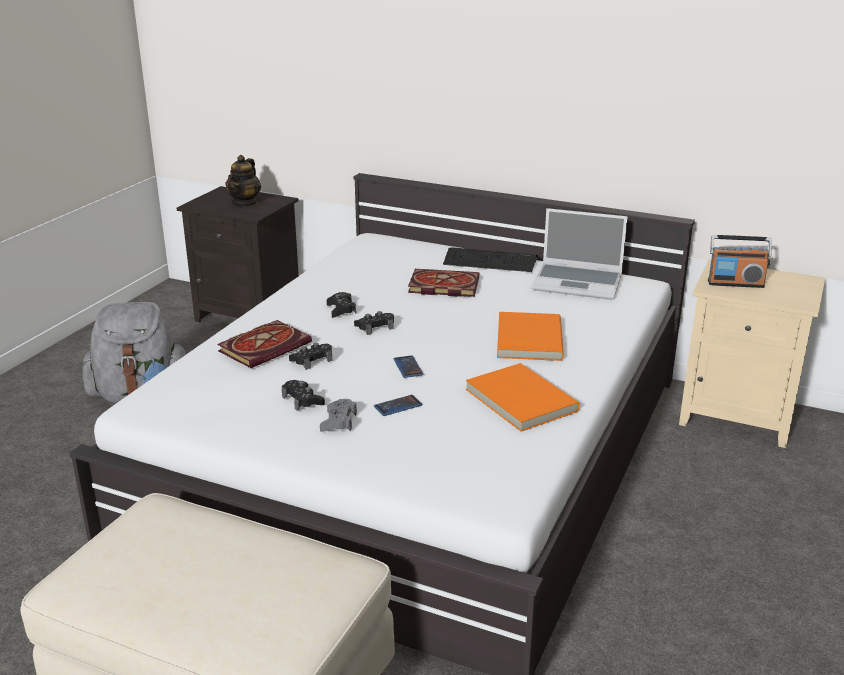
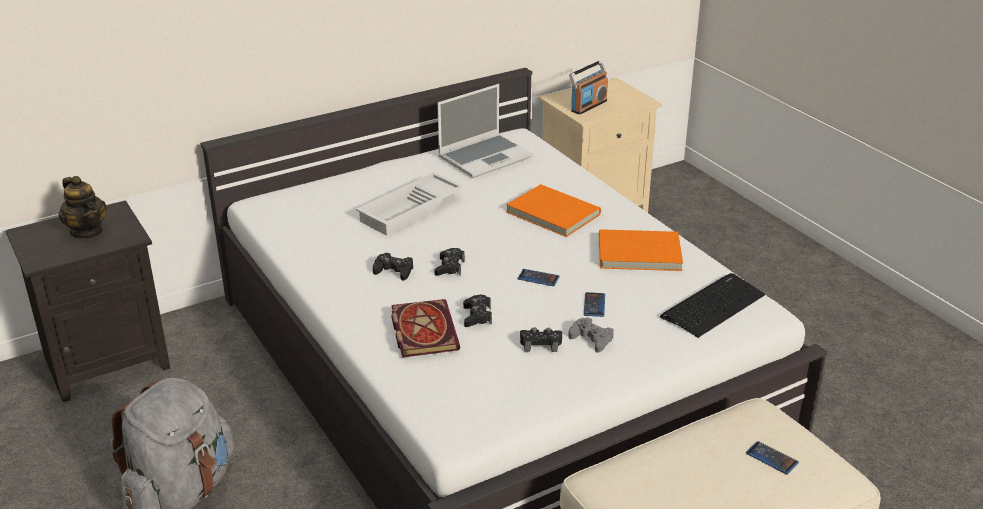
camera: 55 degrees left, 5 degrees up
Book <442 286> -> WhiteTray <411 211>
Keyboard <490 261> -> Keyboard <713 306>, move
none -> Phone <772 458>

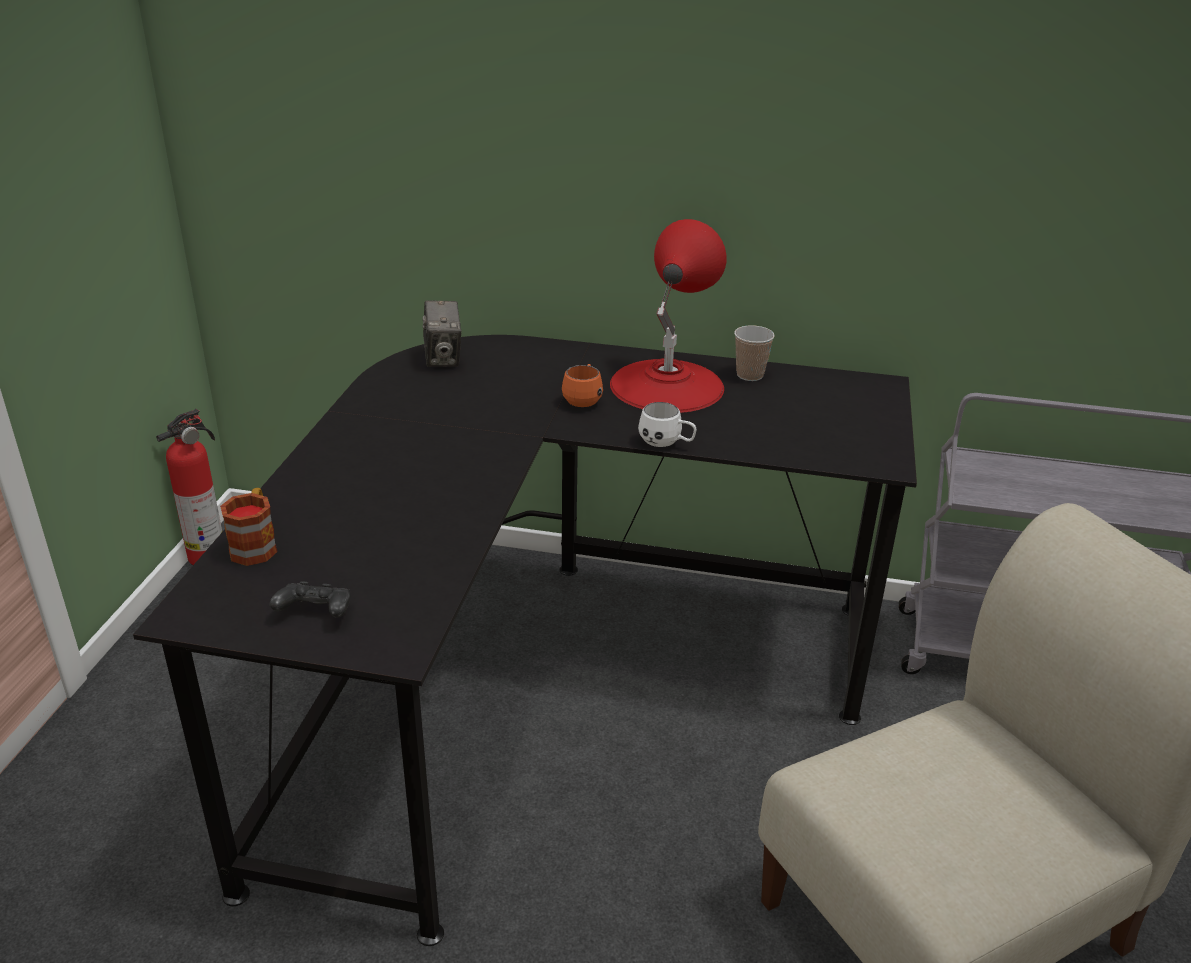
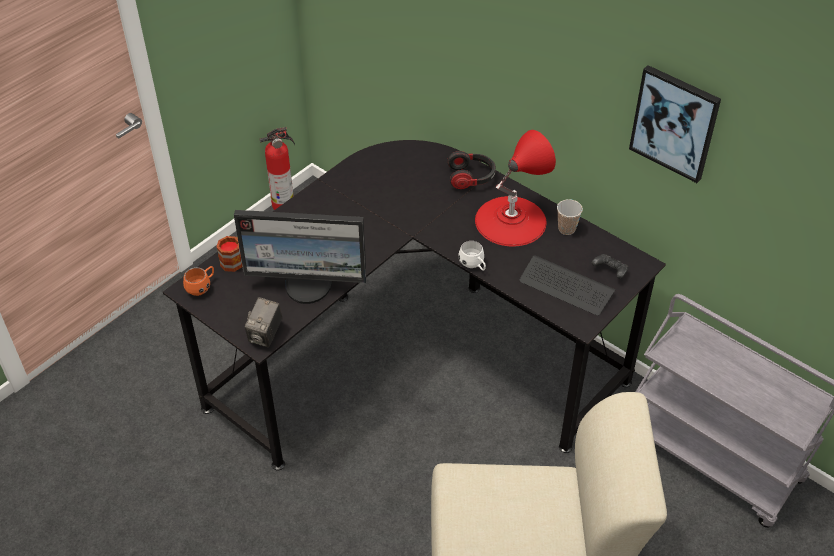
camera: 30 degrees right, 15 degrees up
BlackGameController <315 614> -> BlackGameController <610 271>, move
PhotoCamera <443 359> -> PhotoCamera <266 335>, move
OrangeMug <583 399> -> OrangeMug <202 287>, move
none -> Monitor <309 285>
none -> Headphones <471 178>
none -> Keyboard <566 287>
none -> Picture <675 123>

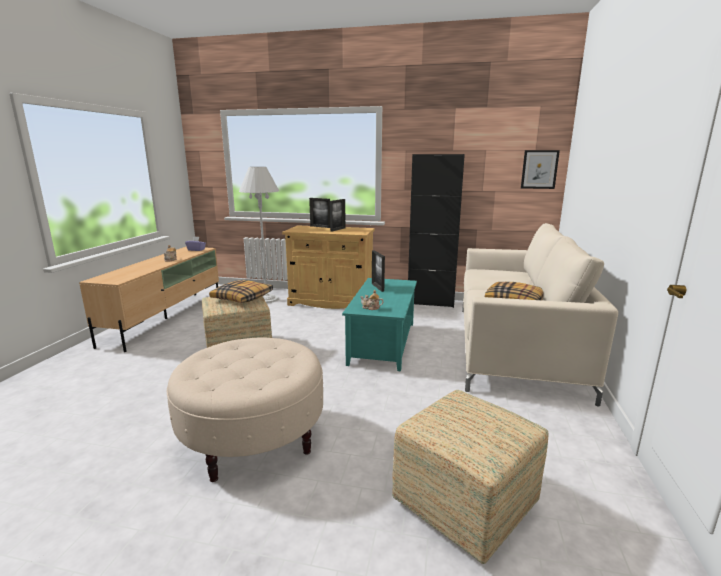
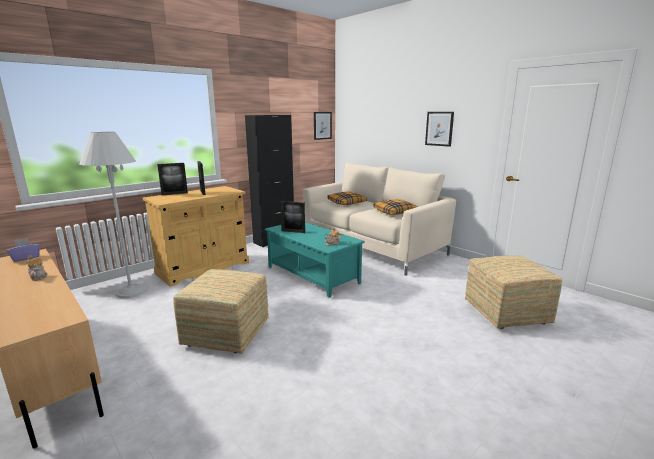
camera: 55 degrees left, 0 degrees up
BeigeOttoman <253 438> -> none
Pillow <242 298> -> Pillow <347 203>, move
none -> Picture <439 128>

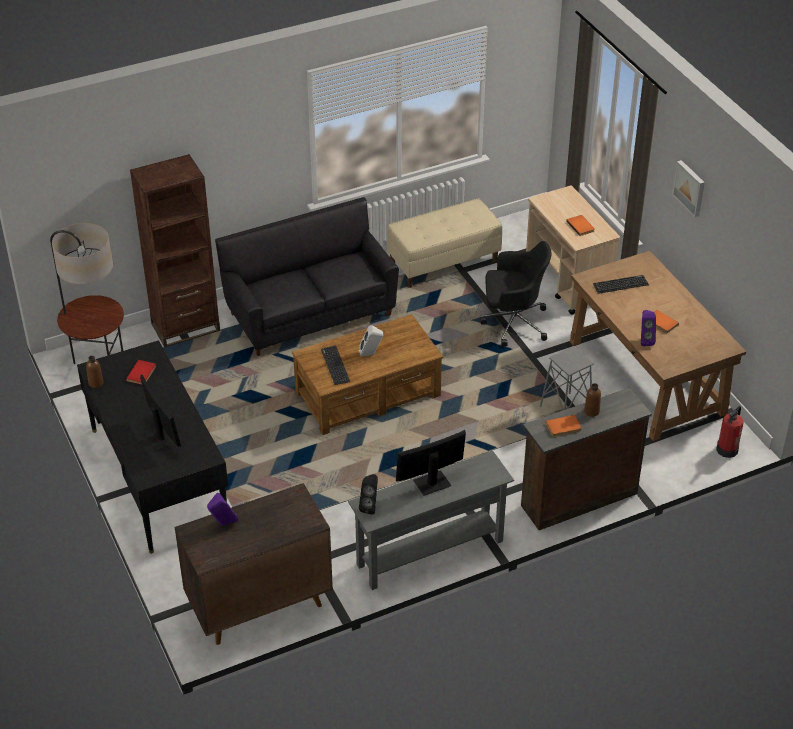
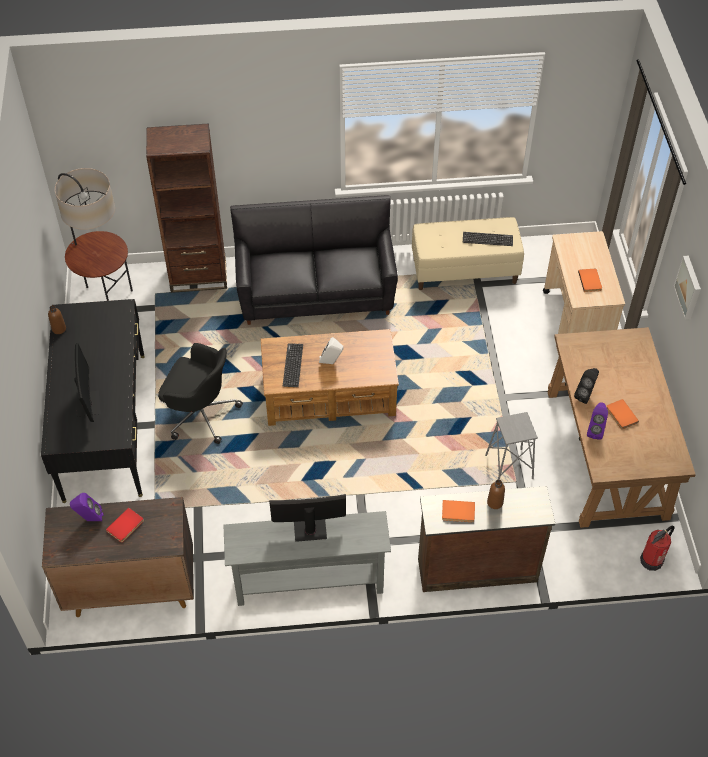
camera: 20 degrees right, 10 degrees up
RedBook <142 373> -> RedBook <126 526>, move
BlackSpeaker <370 506> -> BlackSpeaker <585 395>, move
BlackOfficeChair <513 322> -> BlackOfficeChair <200 413>, move
Keyboard <620 284> -> Keyboard <487 239>, move

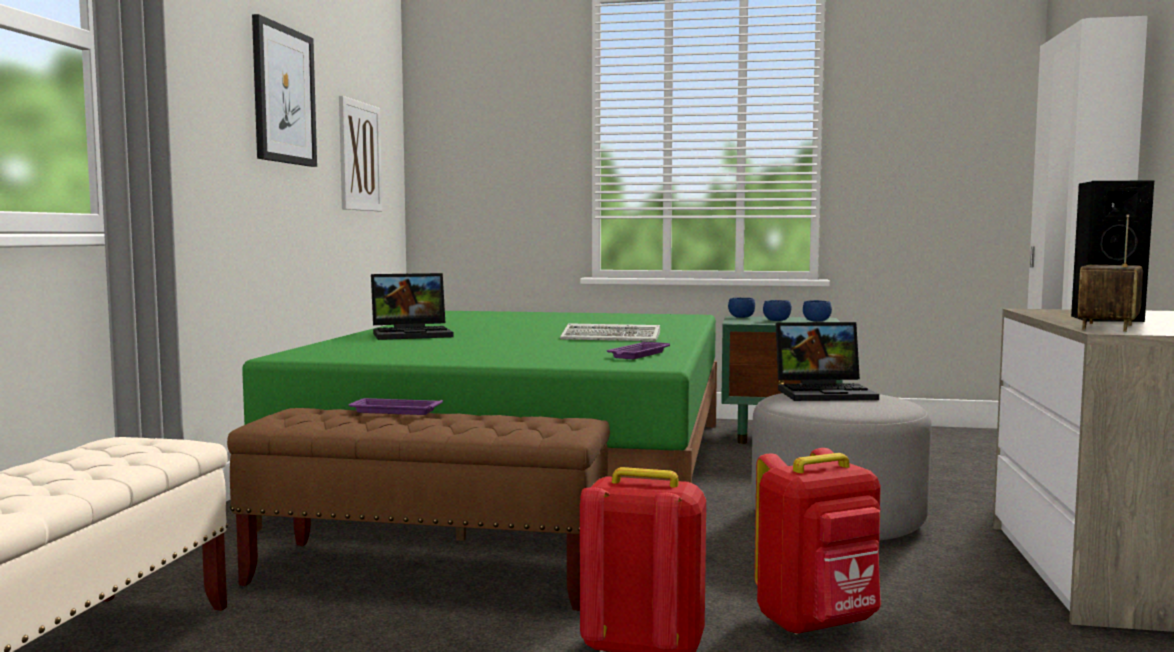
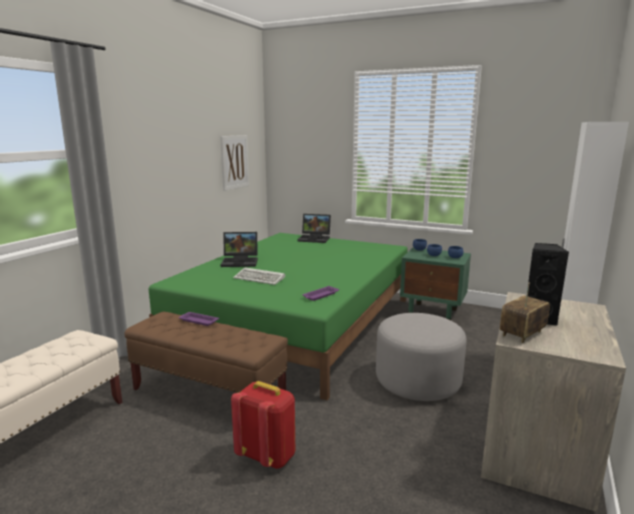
camera: 15 degrees right, 10 degrees up
Picture <283 95> -> none
Keyboard <613 338> -> Keyboard <260 278>, move
RedBackpack <818 623> -> none
Laptop <826 393> -> Laptop <315 239>, move

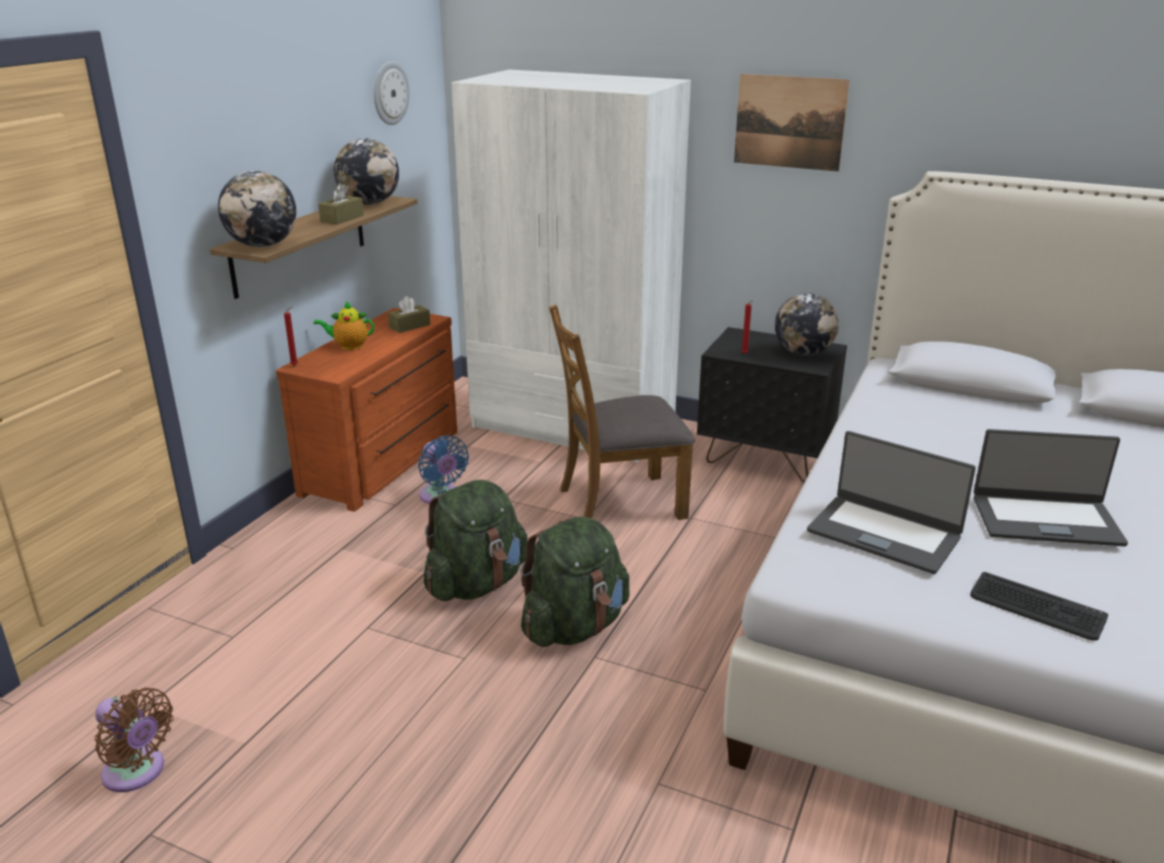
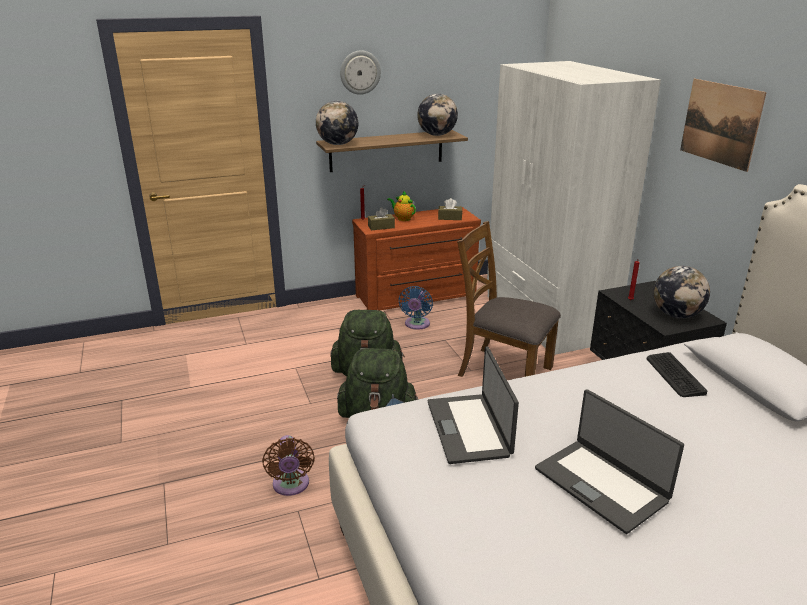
camera: 45 degrees right, 0 degrees up
BrownFan <137 773> -> BrownFan <291 486>, move
BrownTissueBox <342 218> -> BrownTissueBox <381 227>, move
WallClock <389 93> -> WallClock <360 72>, move
Keyboard <1036 608> -> Keyboard <674 375>, move

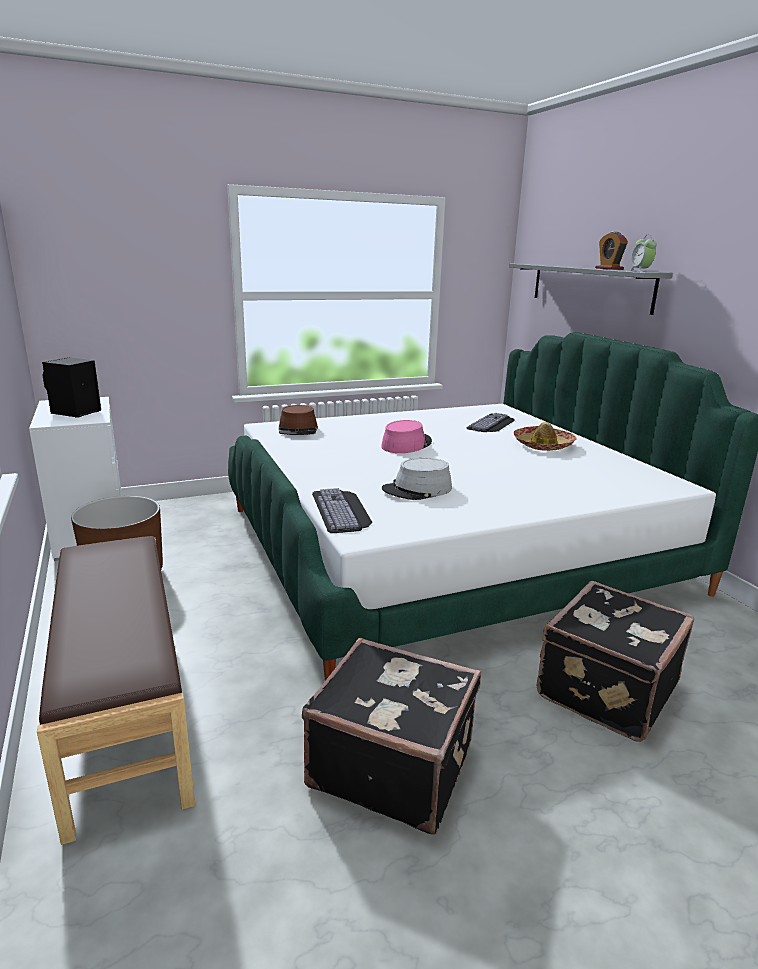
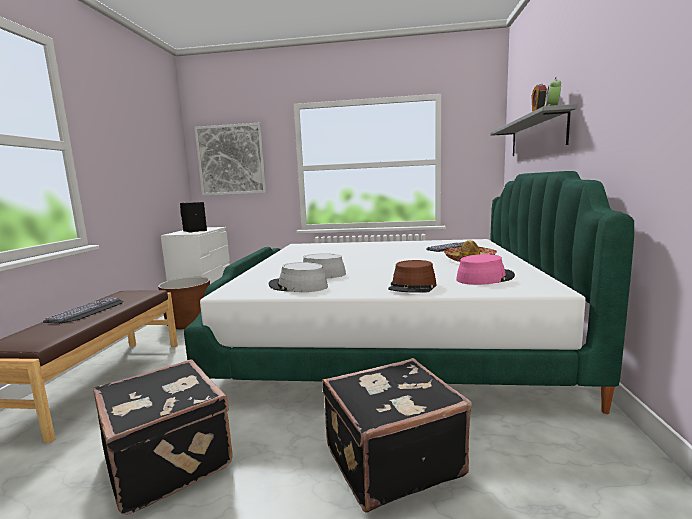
camera: 30 degrees right, 10 degrees down
BrownHat <298 429> -> BrownHat <412 286>, move
Keyboard <342 510> -> Keyboard <89 311>, move
PinkHat <406 444> -> PinkHat <484 278>, move
none -> Picture <231 160>
none -> GreyHat <298 286>

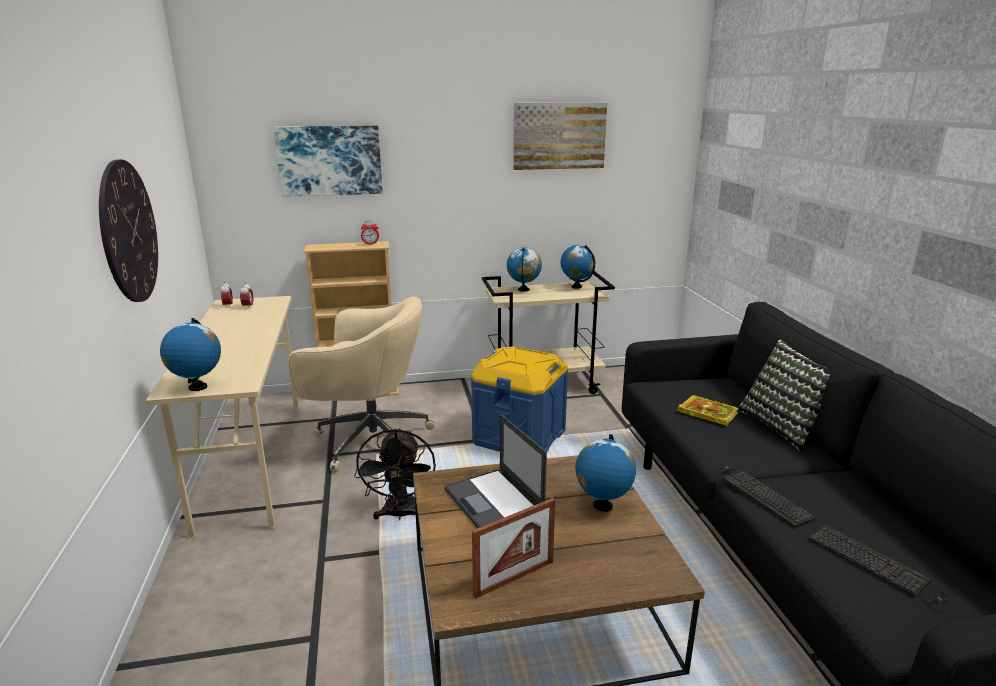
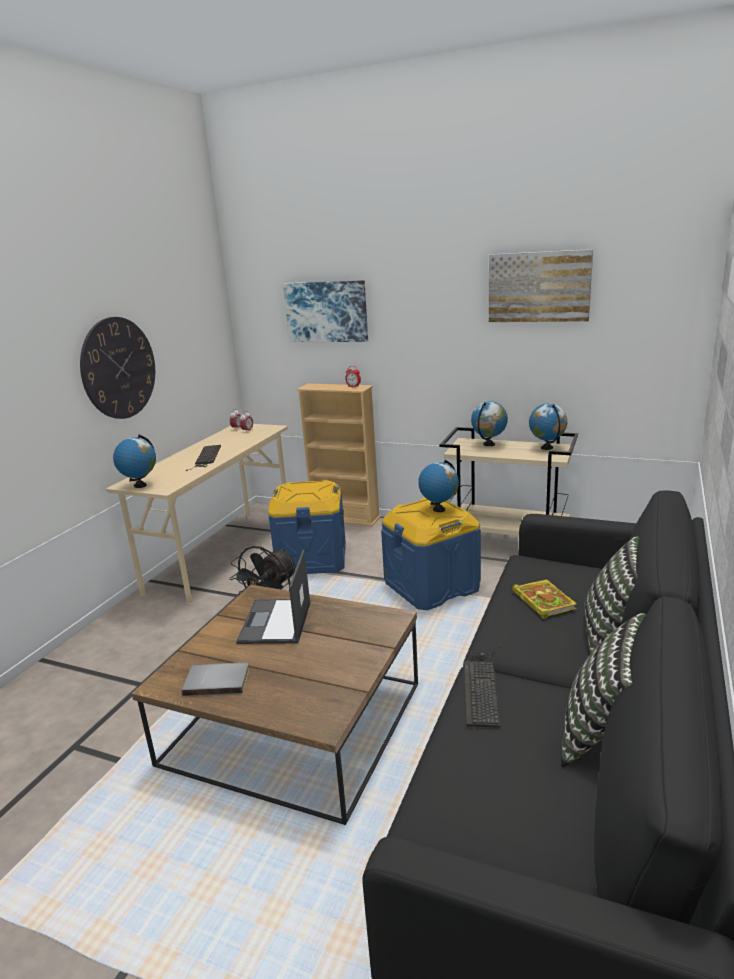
camera: 35 degrees right, 0 degrees up
BeigeOfficeChair <369 440> -> BlueStorageBox <312 559>
PictureFrame <514 578> -> GreyBook <217 680>
Globe <602 506> -> Globe <439 509>, move
Keyboard <879 568> -> Keyboard <206 457>, move
none -> Pillow <602 731>

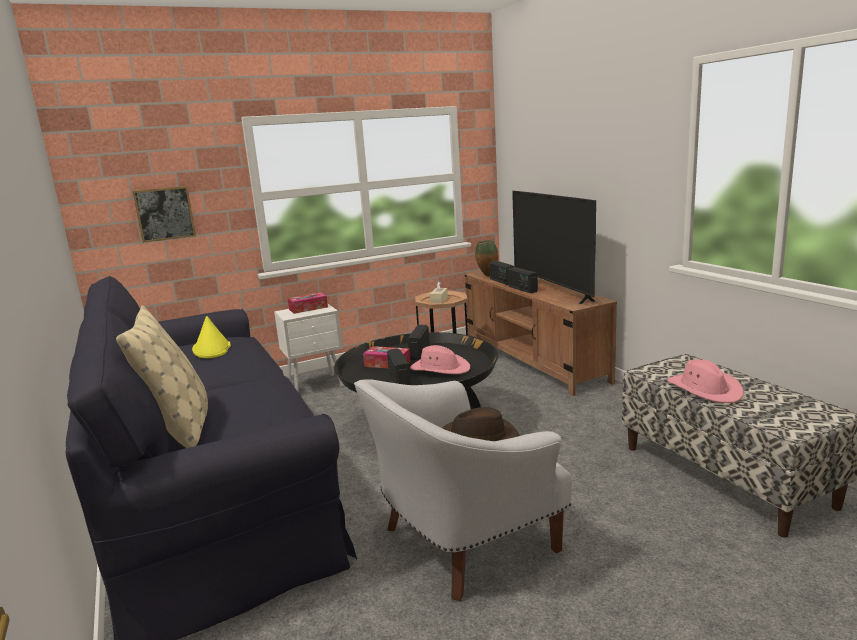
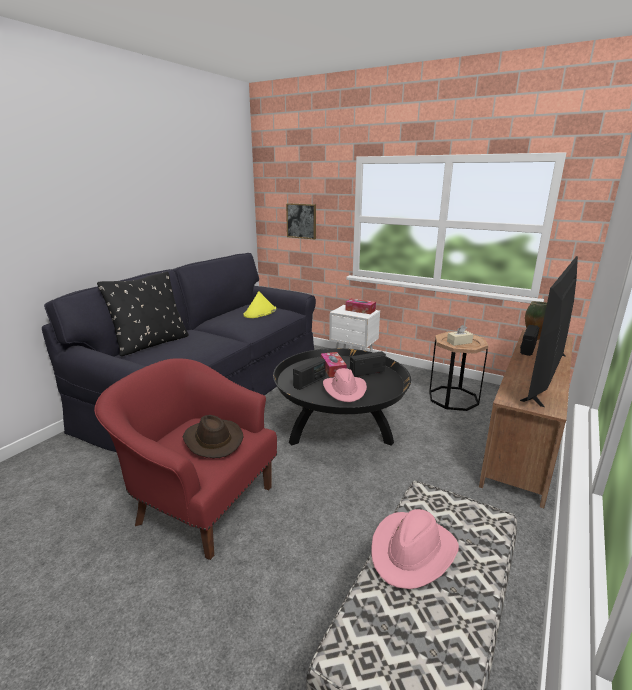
camera: 55 degrees right, 5 degrees up
BeigePillow <180 427> -> BlackPillow <151 344>
WhiteArmchair <462 542> -> RedArmchair <201 503>
Radio <522 289> -> none

